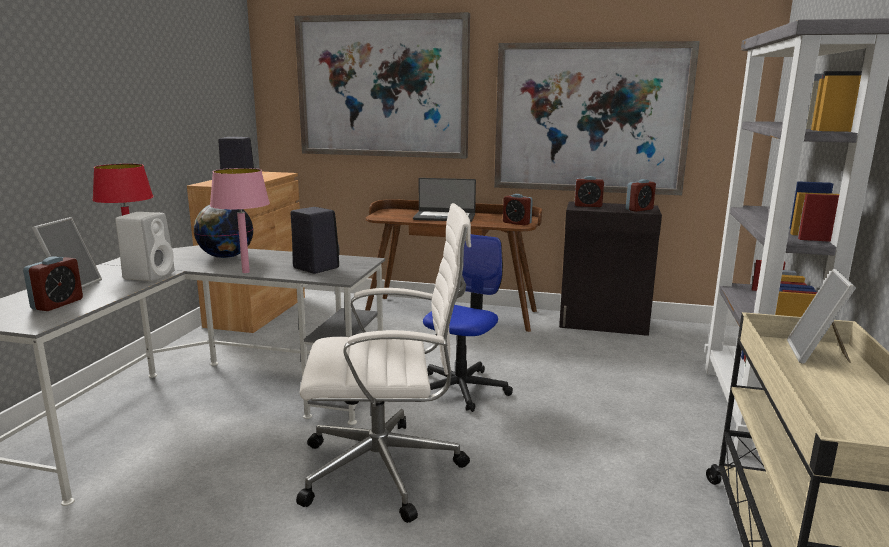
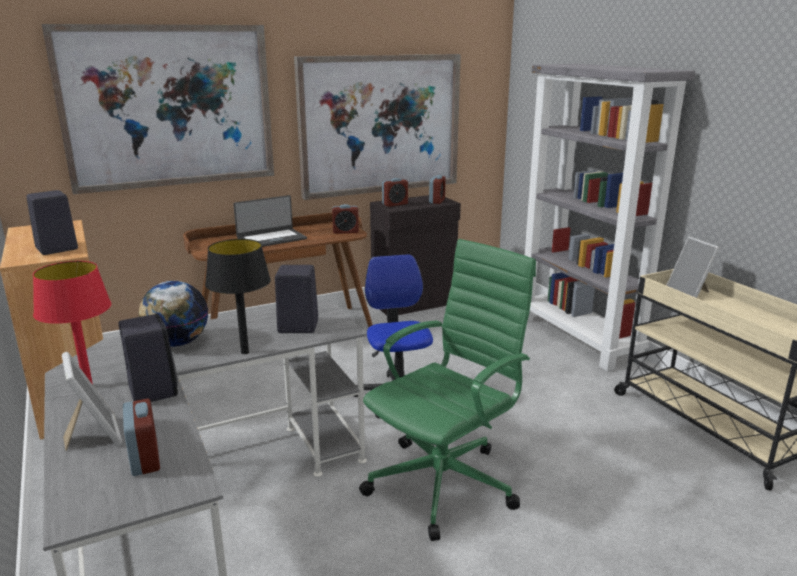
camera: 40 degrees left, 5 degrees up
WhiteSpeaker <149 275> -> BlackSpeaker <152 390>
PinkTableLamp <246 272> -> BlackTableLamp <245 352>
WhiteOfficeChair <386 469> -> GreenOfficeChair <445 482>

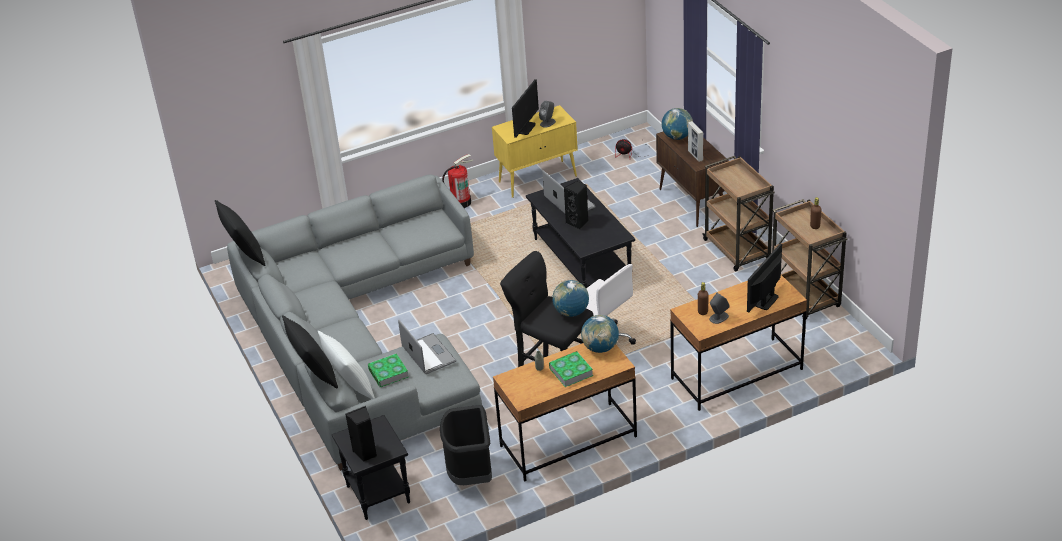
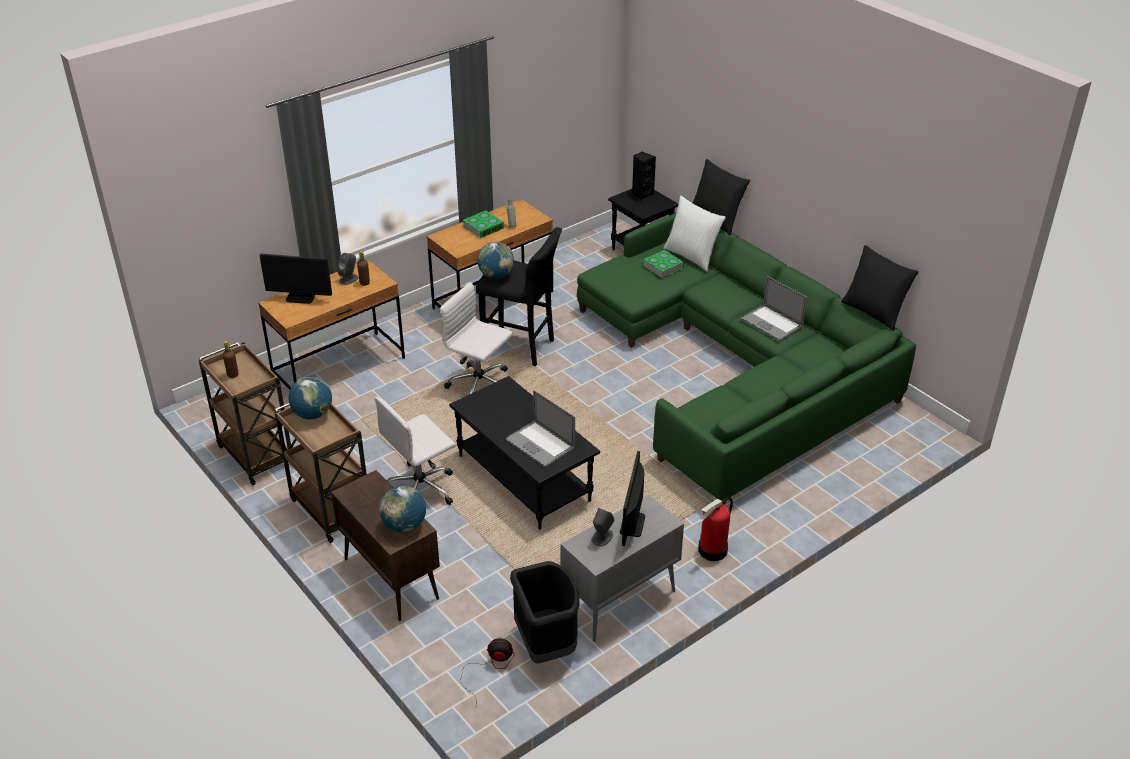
camera: 165 degrees right, 0 degrees up
GreySofa <359 337> -> GreenSofa <736 368>
Laptop <428 354> -> Laptop <771 323>, move
BlackTrashCan <470 475> -> BlackTrashCan <546 644>, move
YellowCabinet <538 179> -> GreyCabinet <619 603>
BlackSpeaker <578 223> -> none
Globe <600 348> -> Globe <313 414>, move
PictureFrame <695 155> -> none
Monitor <765 300> -> Monitor <300 297>, 75 degrees clockwise
none -> WhiteOfficeChair <422 488>

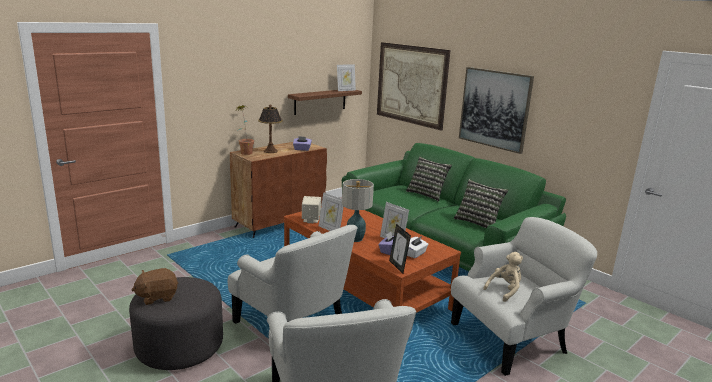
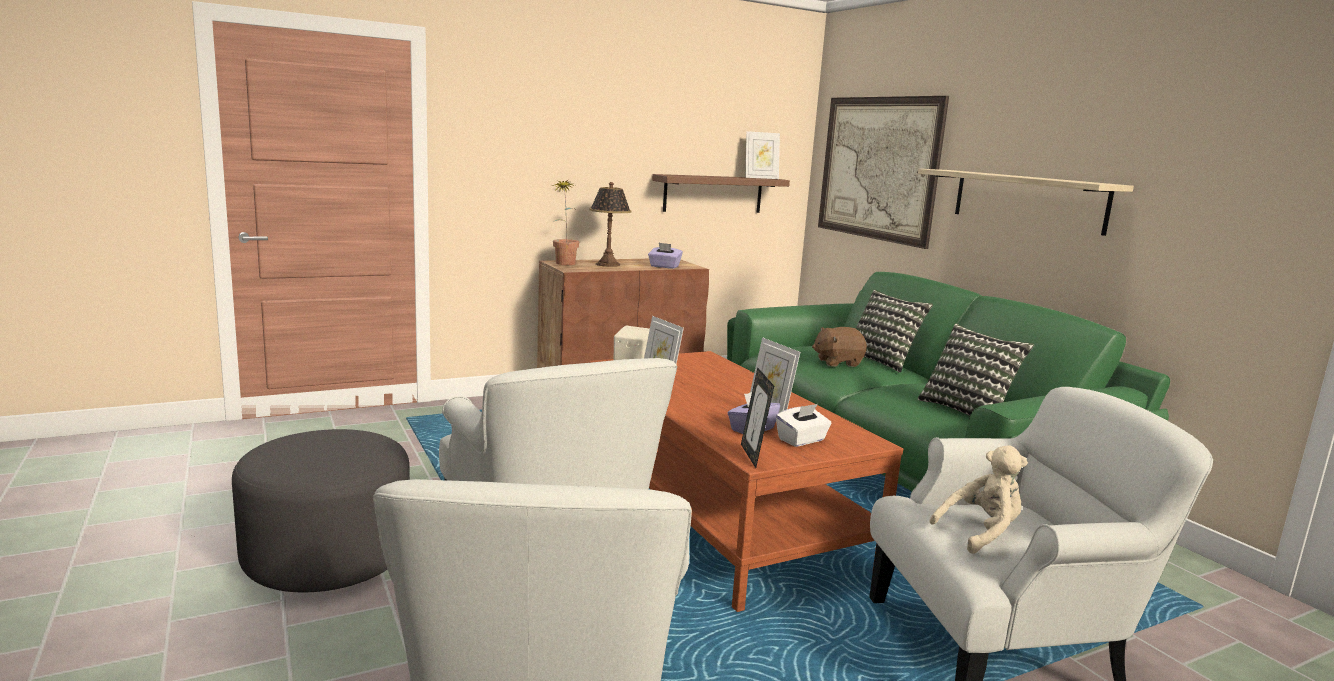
camera: 15 degrees right, 5 degrees down
BrownPlushToy <157 297> -> BrownPlushToy <837 362>, move
TableLamp <355 239> -> none
Picture <494 109> -> Shelf <1027 200>

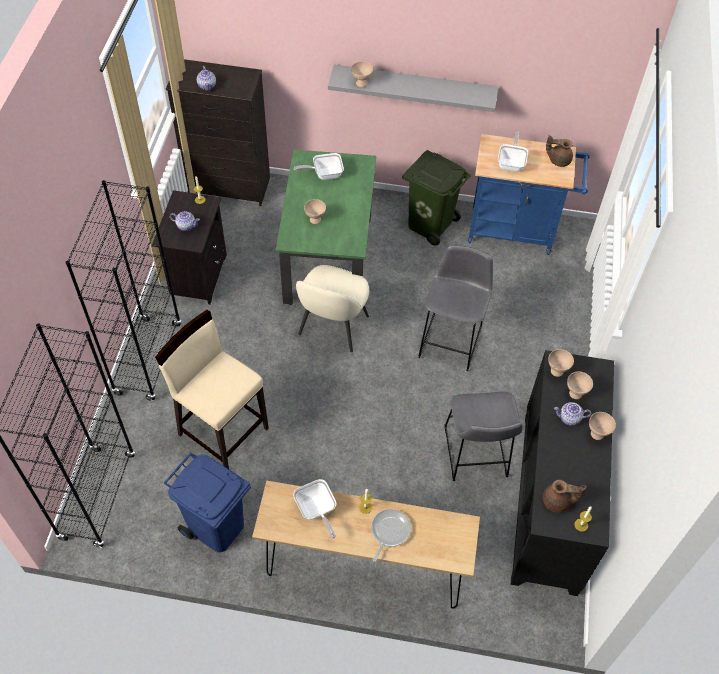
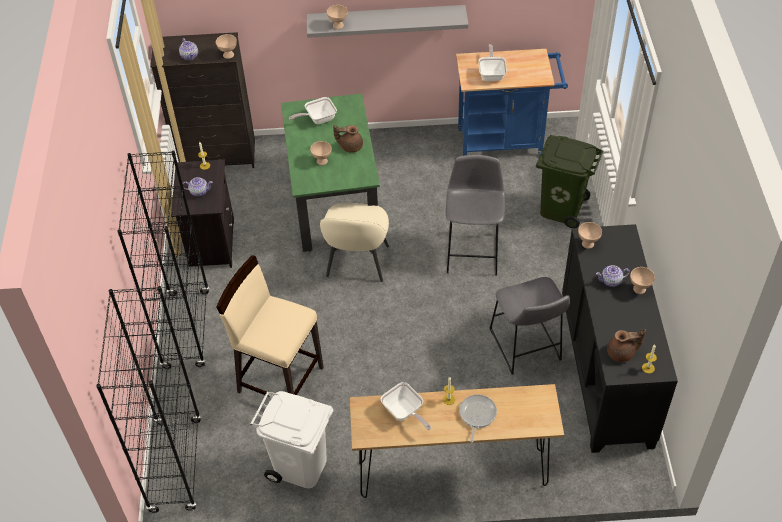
camera: 10 degrees left, 5 degrees down
BlueTrashCan <216 528> -> WhiteTrashCan <300 467>
GreenTrashCan <430 224> -> GreenTrashCan <561 208>, move
BrownTeapot <558 160> -> BrownTeapot <350 146>, move
BeigeBowl <575 394> -> BeigeBowl <228 55>, move

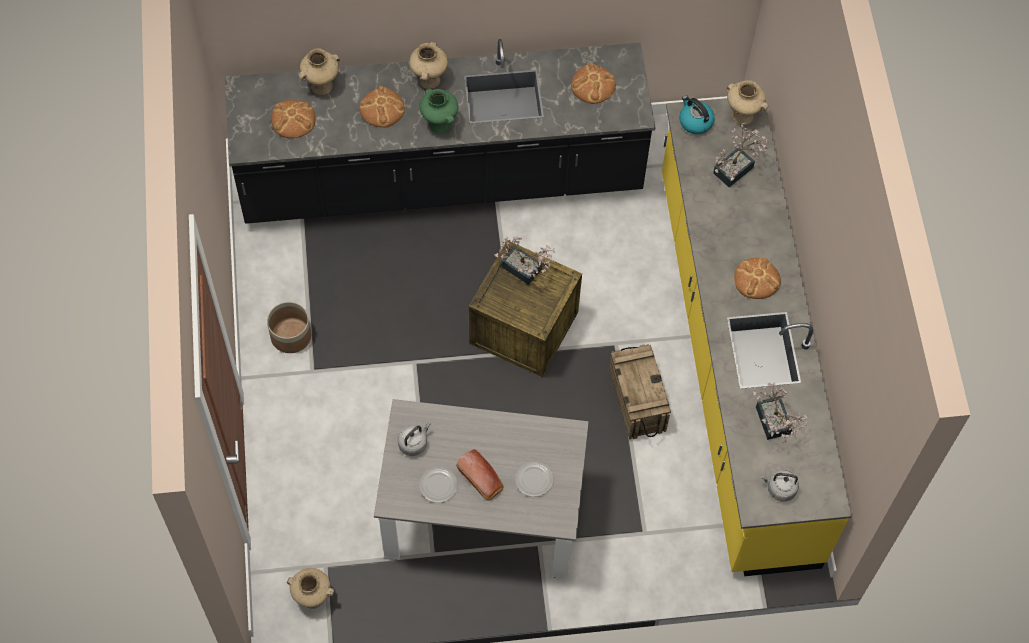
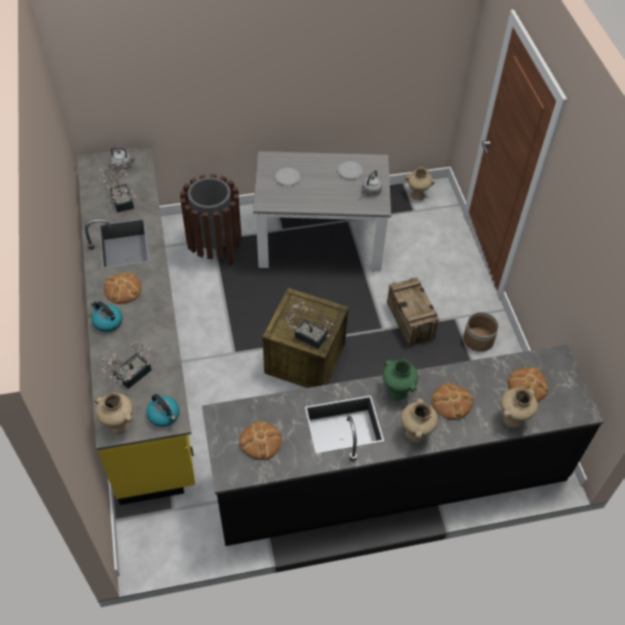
camera: 175 degrees right, 10 degrees down
Bread <481 480> -> none
Crate <636 400> -> Crate <410 321>, move
none -> Kettle <107 322>
none -> BrownTrashCan <215 249>

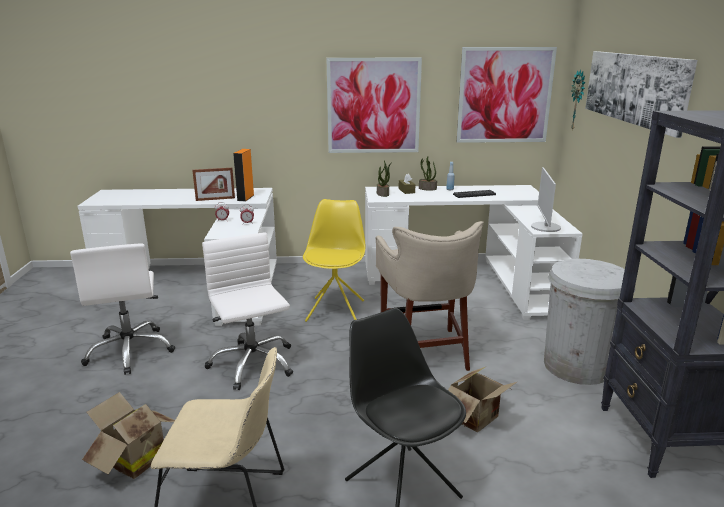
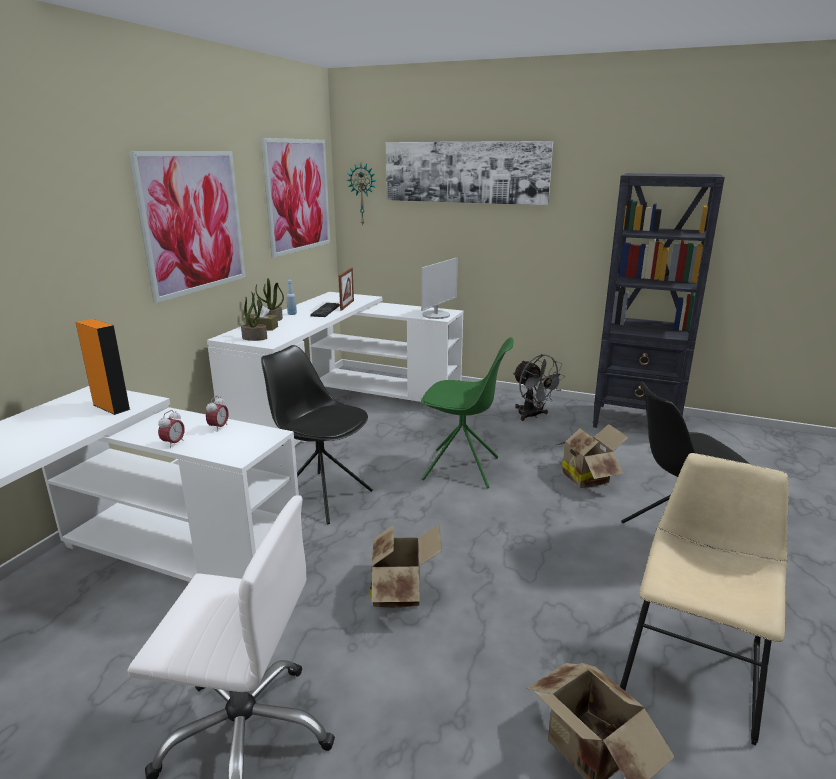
camera: 65 degrees left, 0 degrees up
PictureFrame <215 199> -> PictureFrame <347 305>, move
WhiteOfficeChair <252 363> -> CardboardBox <401 591>
YellowChair <336 310> -> BlackChair <321 496>
BeigeStool <425 351> -> GreenChair <463 469>
Monitor <545 227> -> Monitor <436 315>, 90 degrees counterclockwise
WhiteTrashCan <576 366> -> GreyFan <532 416>

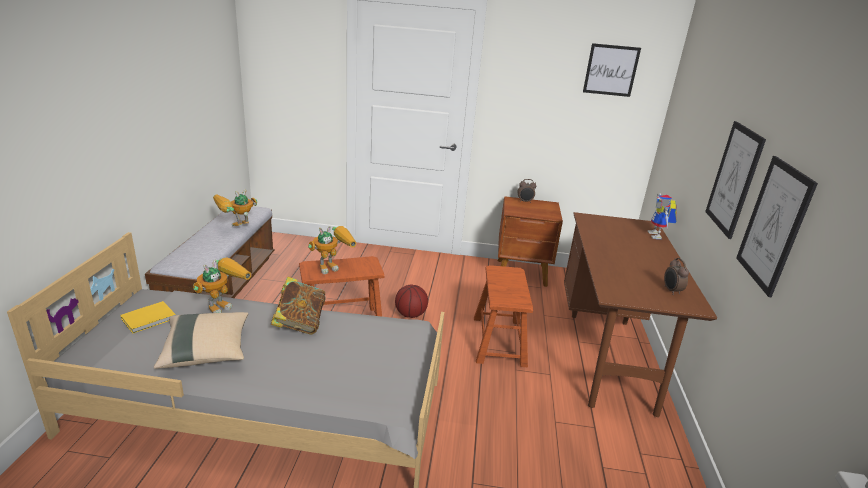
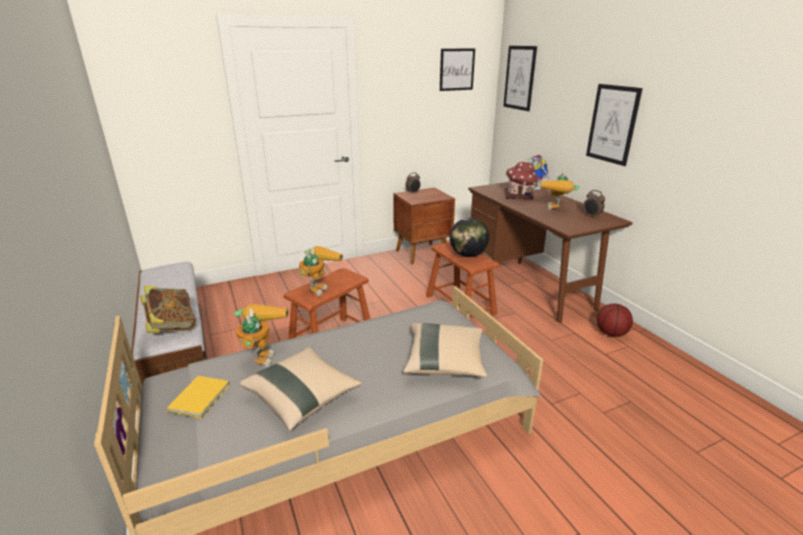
camera: 30 degrees left, 0 degrees up
ToyRobot <236 228> -> ToyRobot <556 210>, move
Book <299 323> -> Book <172 326>, move
Basketball <411 314> -> Basketball <611 333>, move
Picture <773 225> -> Picture <519 78>, move
none -> BeigePillow <444 362>
none -> Globe <468 255>
none -> ToyHouse <519 196>

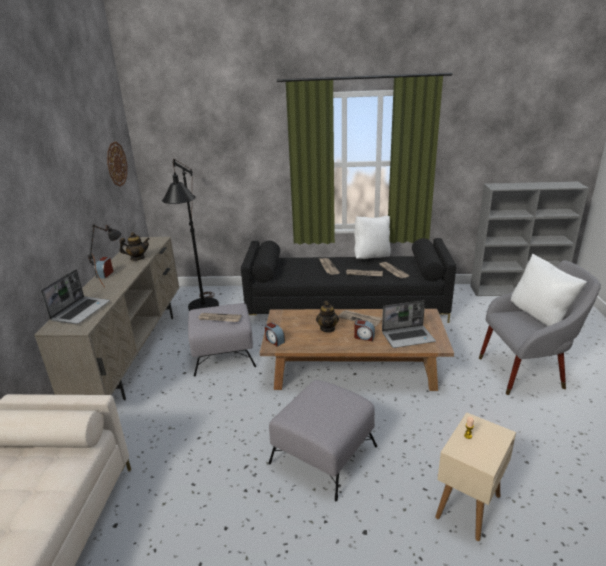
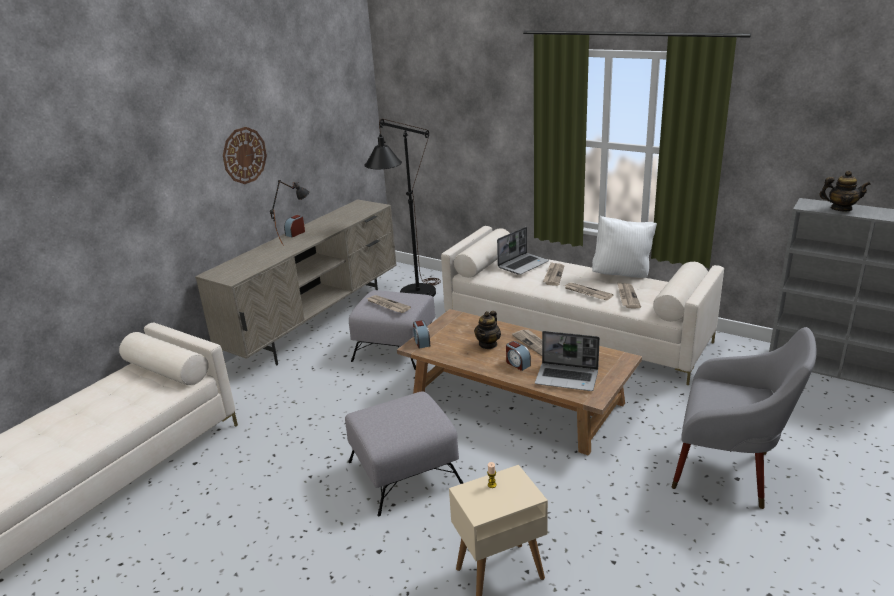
camera: 30 degrees right, 0 degrees up
Laptop <81 311> -> Laptop <523 264>, move
WallClock <116 164> -> WallClock <244 155>, move
Teapot <137 258> -> Teapot <841 209>, move
BlackSofa <346 306> -> BeigeSofa <575 332>
WhitePillow <540 317> -> none

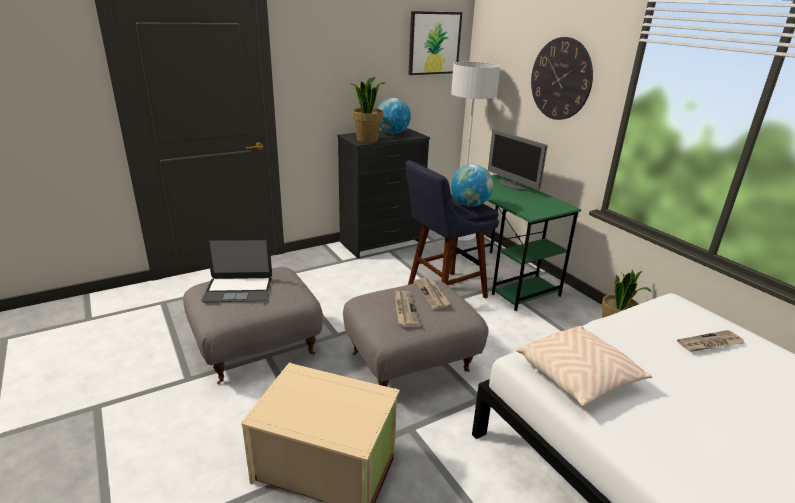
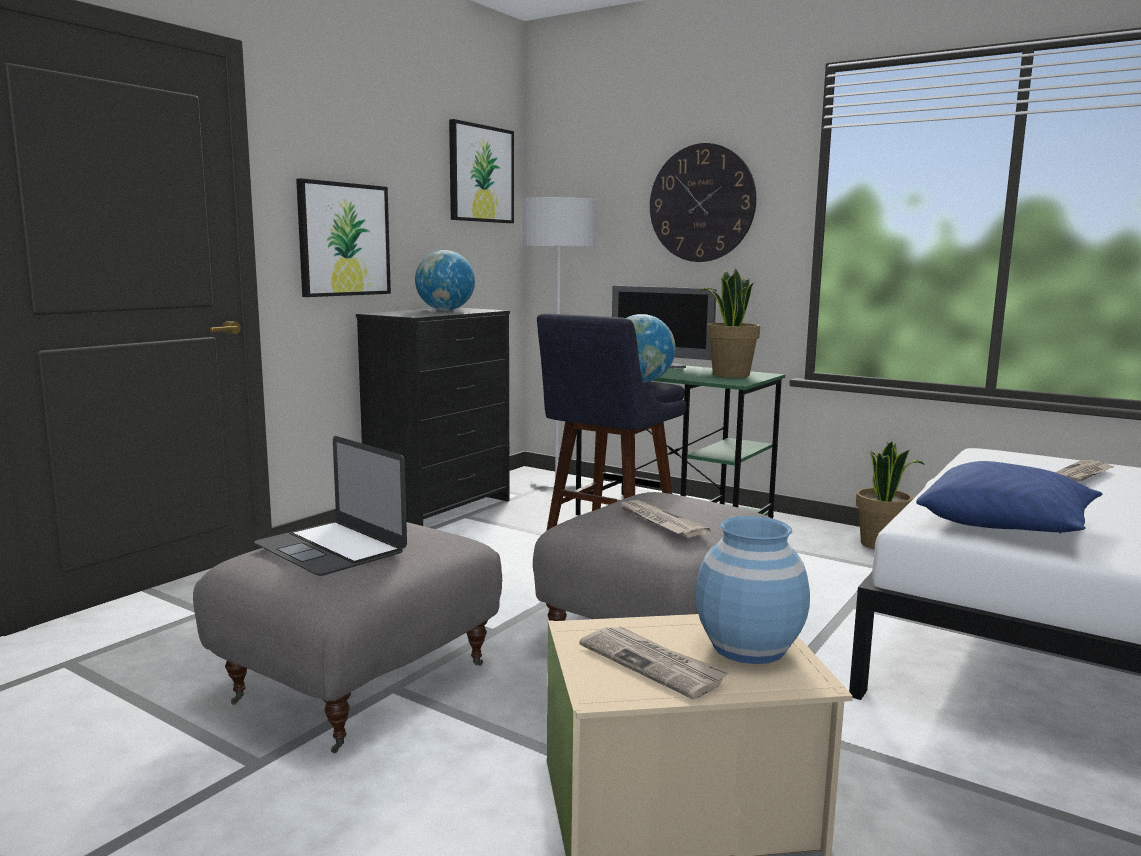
camera: 25 degrees left, 15 degrees down
Laptop <238 289> -> Laptop <331 548>, 75 degrees clockwise
PottedPlant <367 140> -> PottedPlant <730 375>, move
Newspaper <432 294> -> Newspaper <652 664>, move
BeigePillow <578 376> -> BluePillow <1006 525>
none -> Picture <344 239>
none -> BlueVase <748 647>

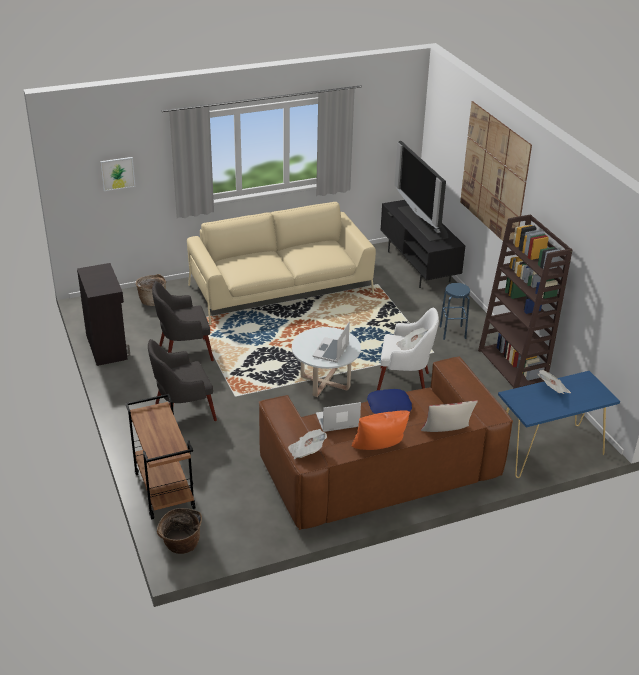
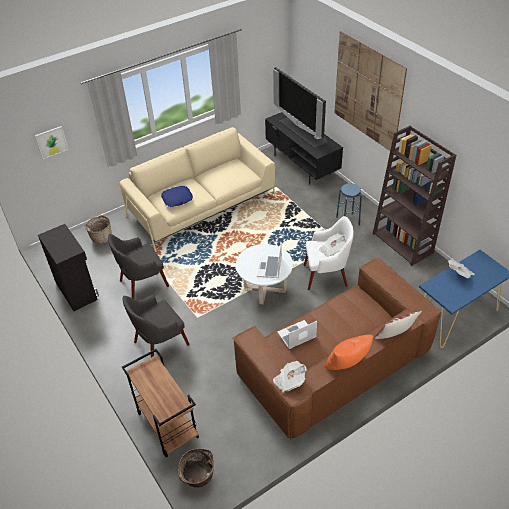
camera: 10 degrees left, 10 degrees up
BluePillow <389 407> -> BluePillow <177 199>, move

